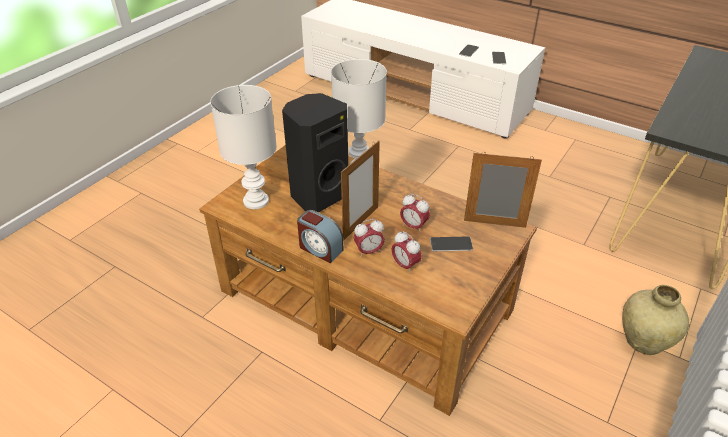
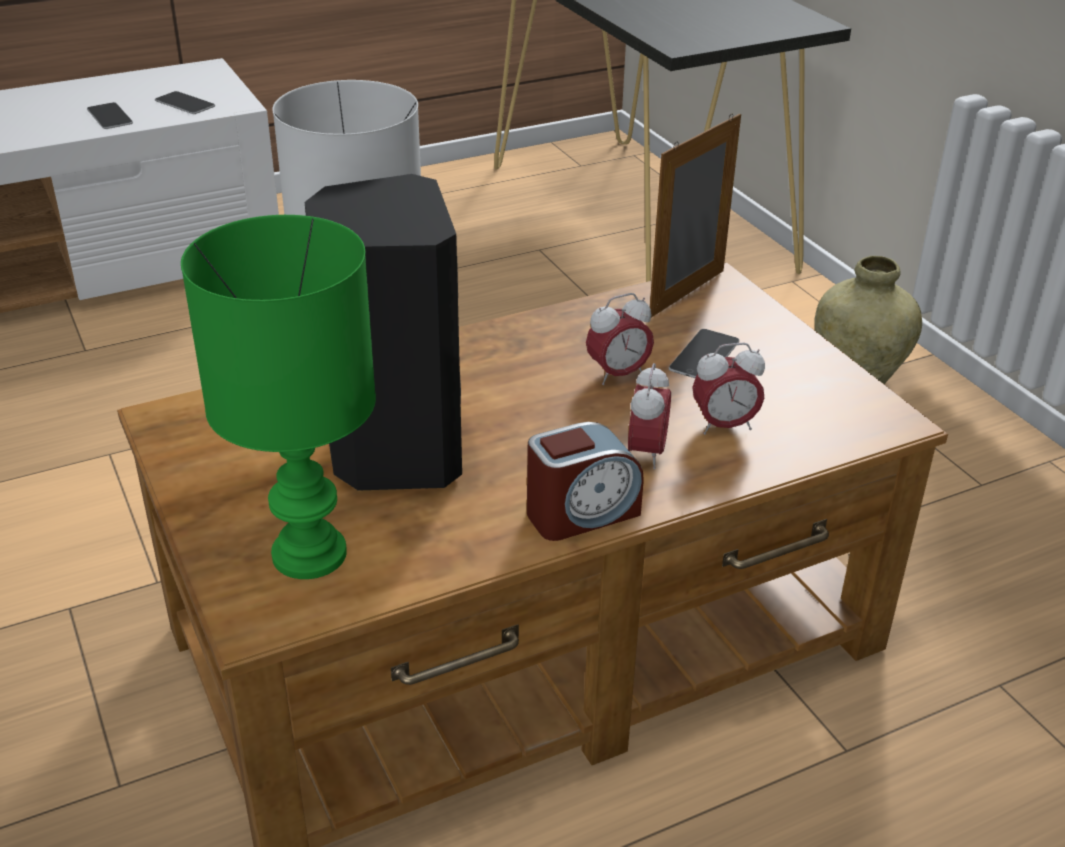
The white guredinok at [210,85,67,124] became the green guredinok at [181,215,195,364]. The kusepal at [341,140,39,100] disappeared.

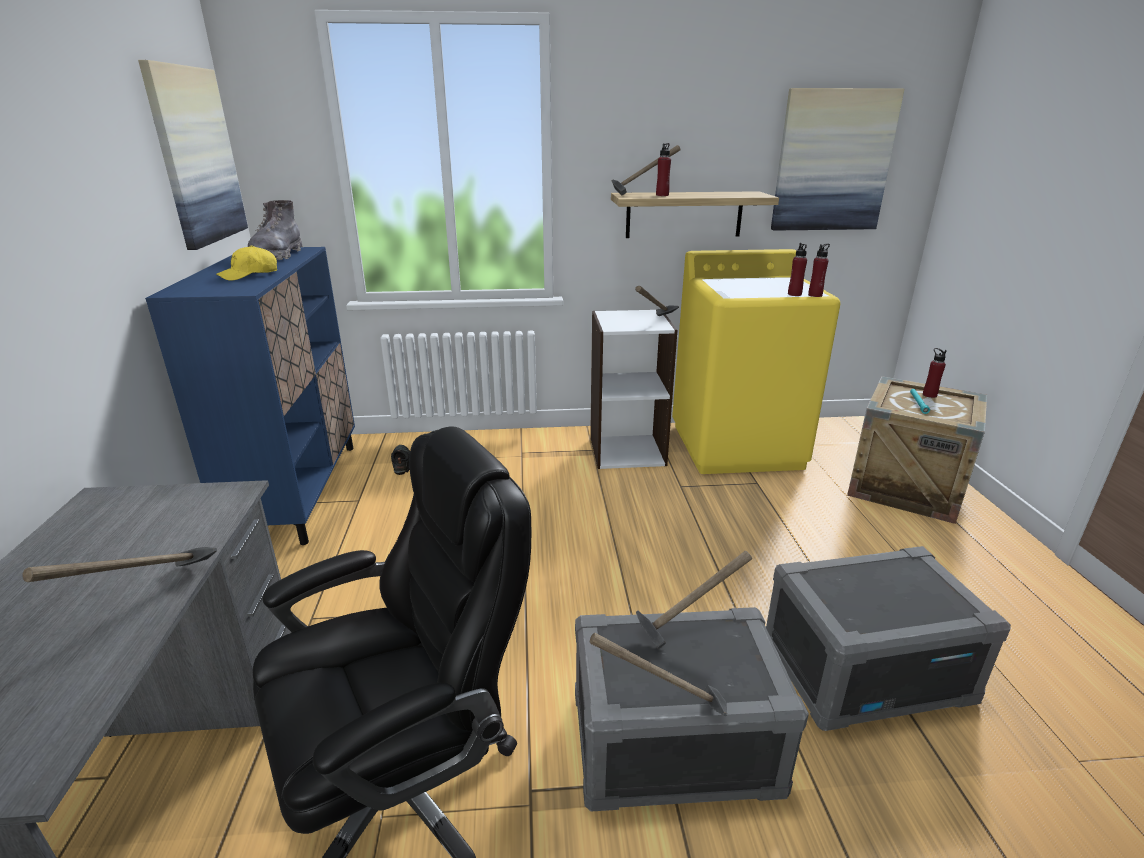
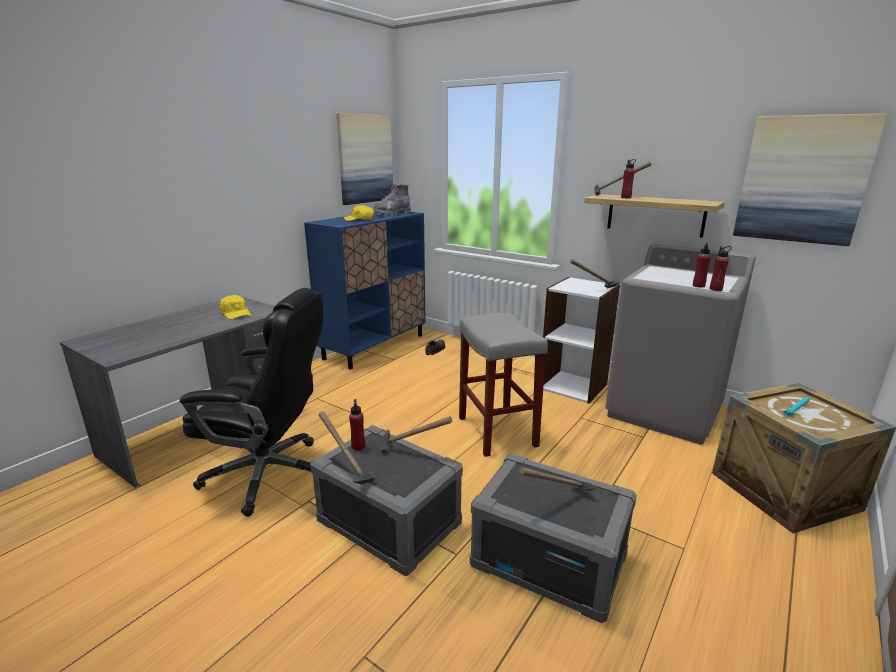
The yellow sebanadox at [672,249,169,225] became the grey sebanadox at [605,244,151,201]. The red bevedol moved from [923,348,24,50] to [349,399,16,52]. The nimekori moved from [22,547,195,35] to [519,467,78,24]. The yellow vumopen at [220,295,31,25] appeared. The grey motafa at [459,313,89,144] appeared.

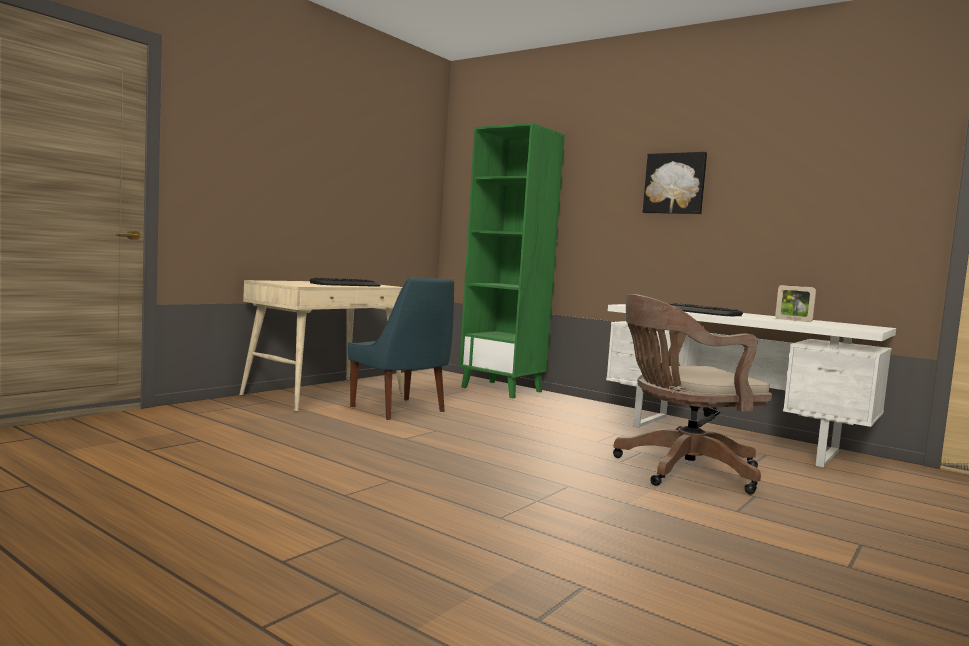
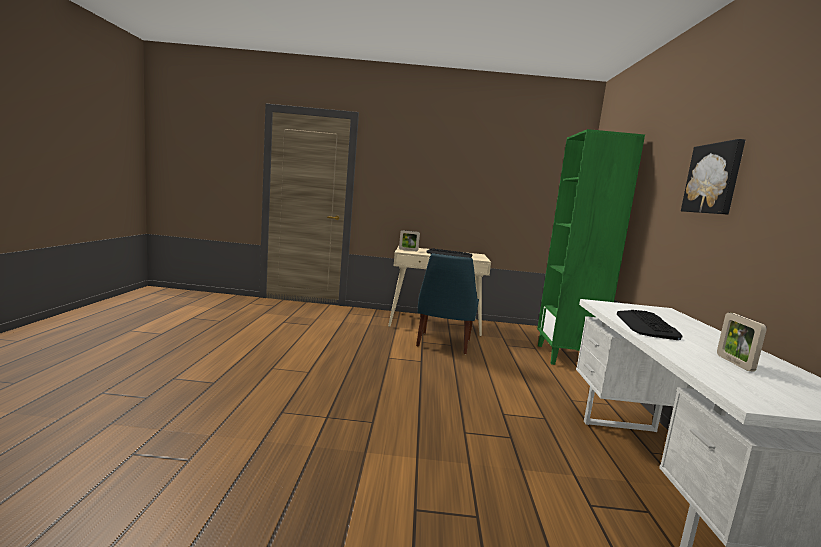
The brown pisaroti at [613,294,159,200] disappeared. The kusepal at [399,230,21,21] appeared.

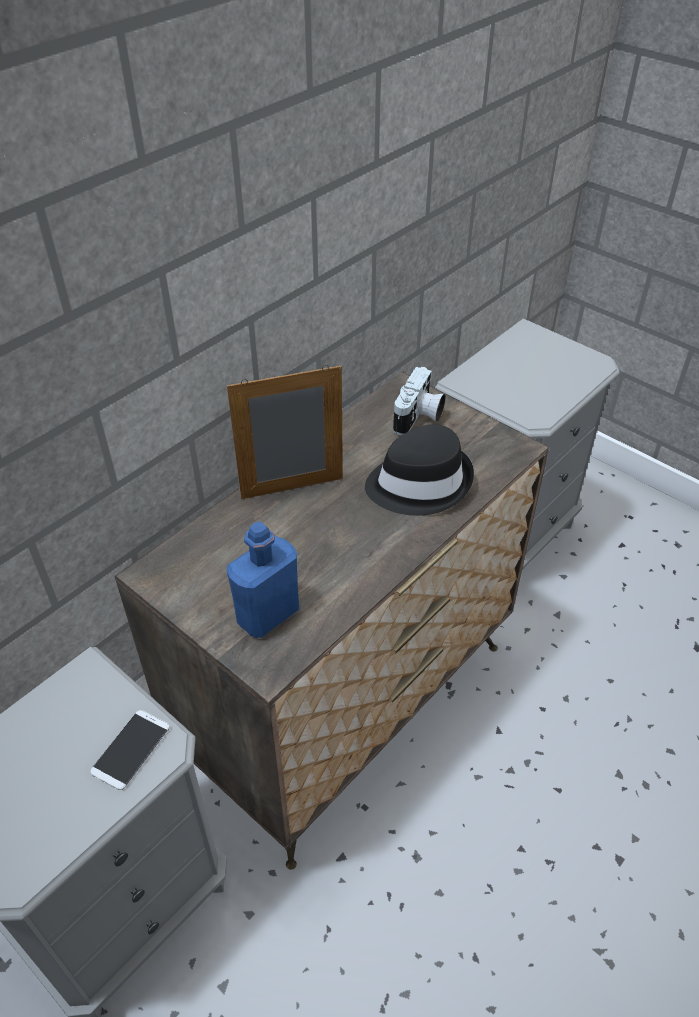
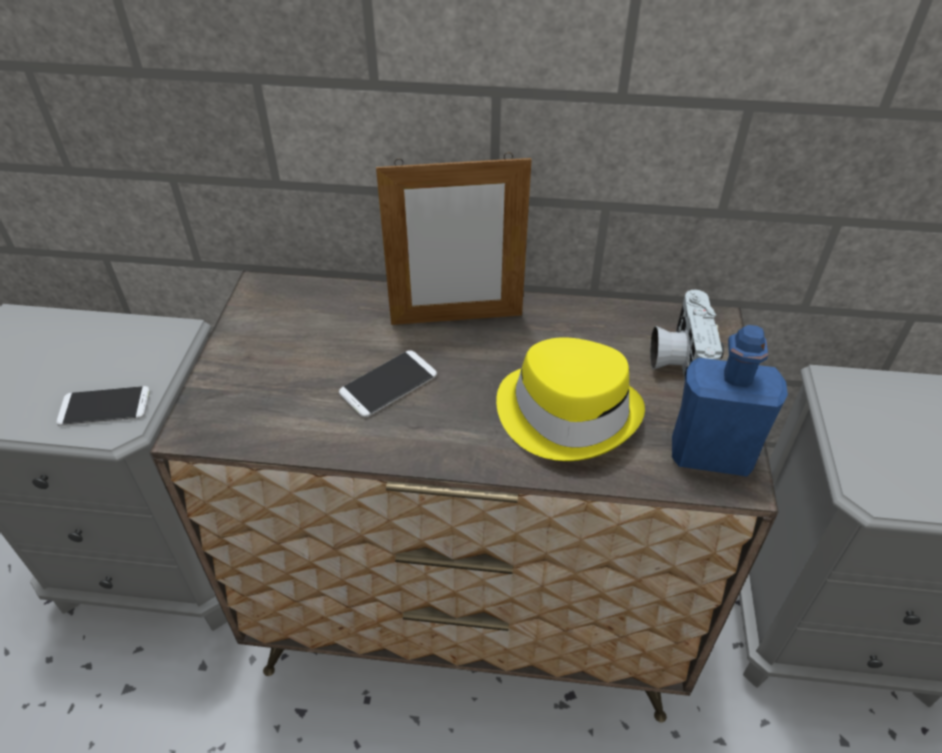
The kusepal at [227,365,116,134] turned 135 degrees clockwise. The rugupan at [393,367,53,68] turned 105 degrees clockwise. The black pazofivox at [365,424,109,92] became the yellow pazofivox at [496,337,149,124]. The blue bevedol moved from [227,521,72,117] to [672,325,116,152]. The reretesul at [339,350,98,67] appeared.

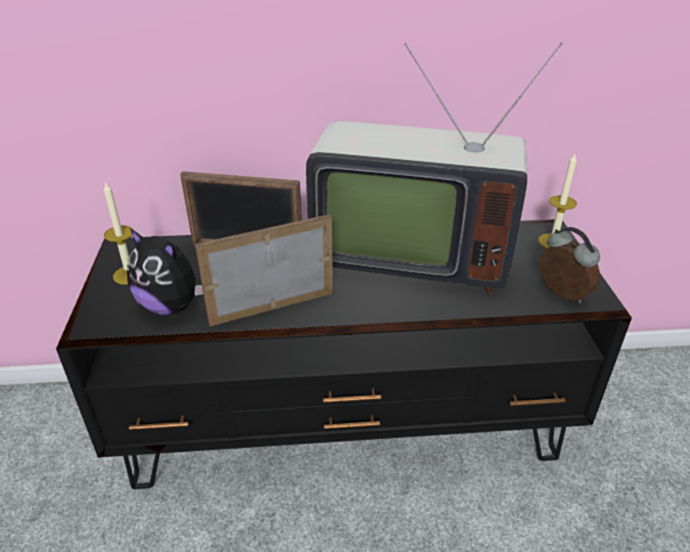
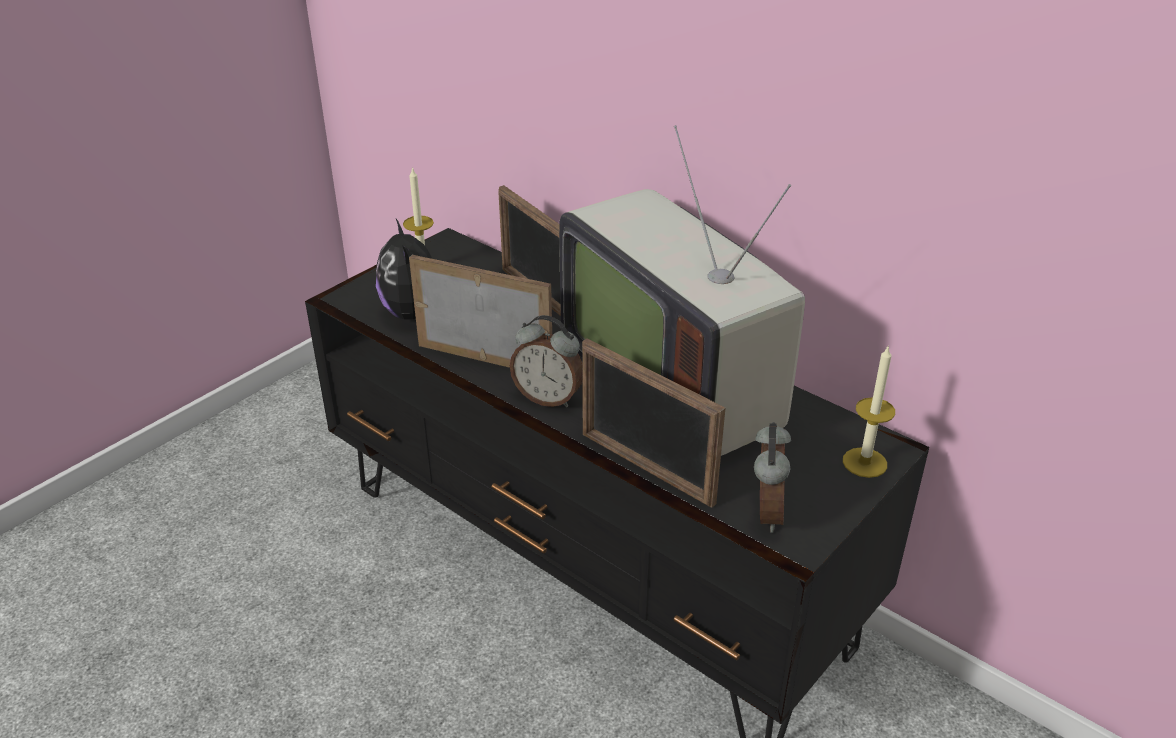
The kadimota at [510,315,72,92] appeared. The kusepal at [582,338,143,170] appeared.

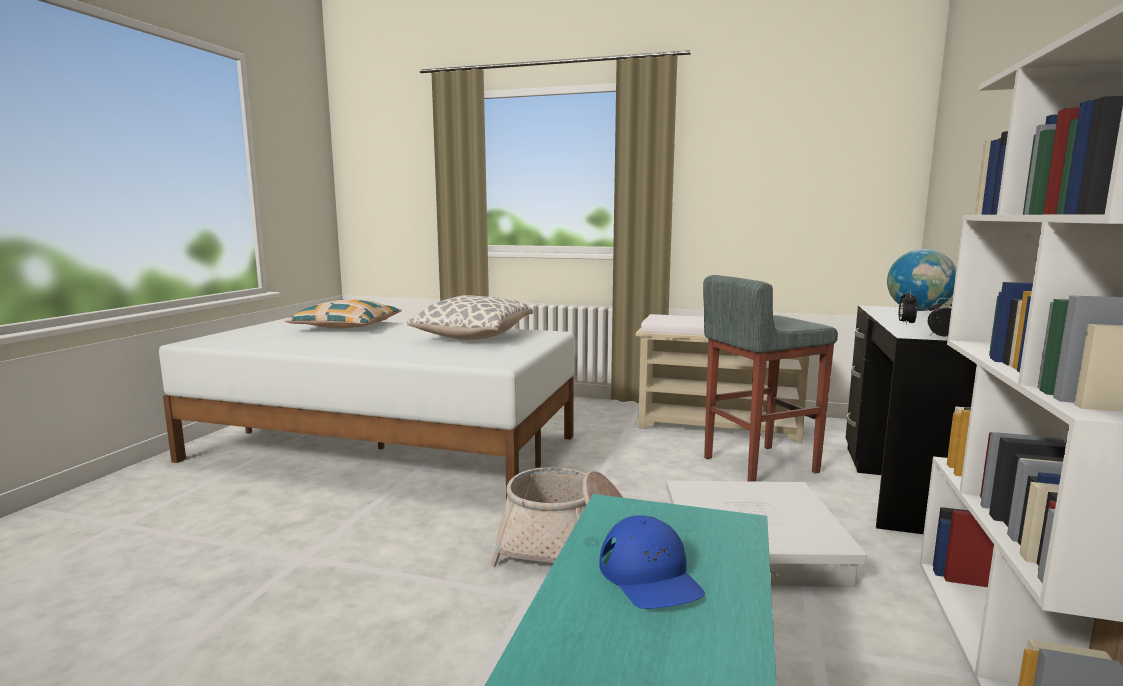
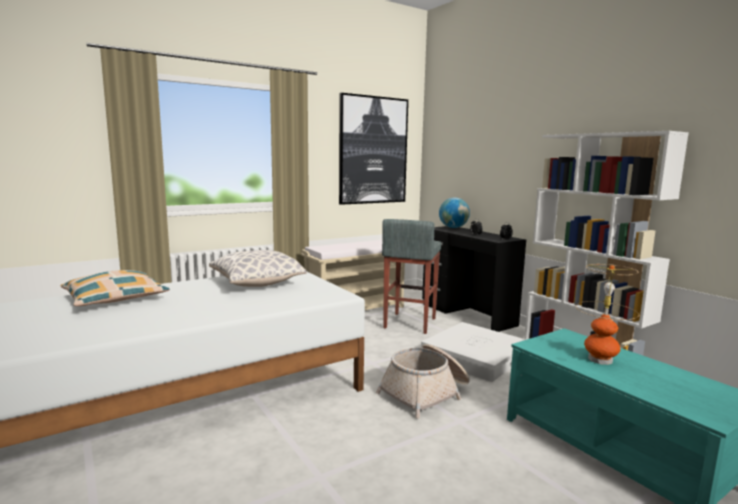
The blue vumopen at [599,515,106,94] was replaced by the guredinok at [576,264,63,101]. The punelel at [339,93,69,112] appeared.

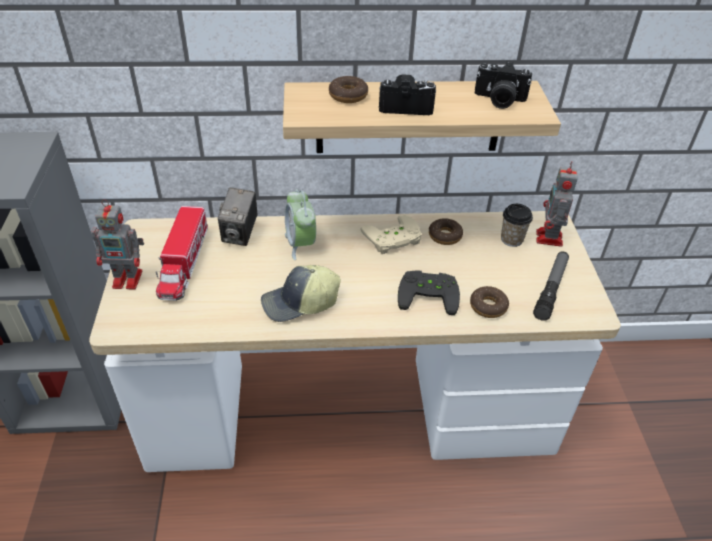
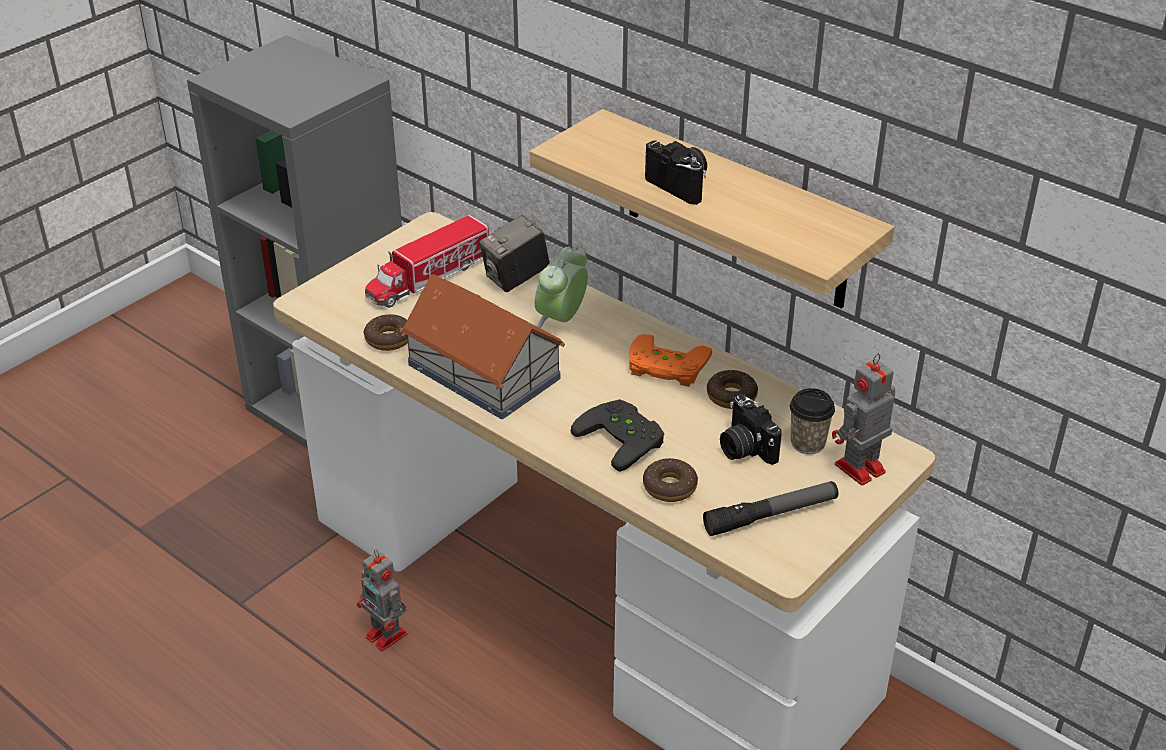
The rugupan moved from [475,61,57,48] to [720,394,62,71]. The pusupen moved from [329,76,39,27] to [364,314,44,37]. The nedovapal moved from [91,199,53,91] to [357,550,51,101]. The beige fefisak at [360,215,61,39] became the orange fefisak at [629,334,83,53]. The vumopen at [261,265,80,57] was replaced by the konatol at [400,274,165,145].

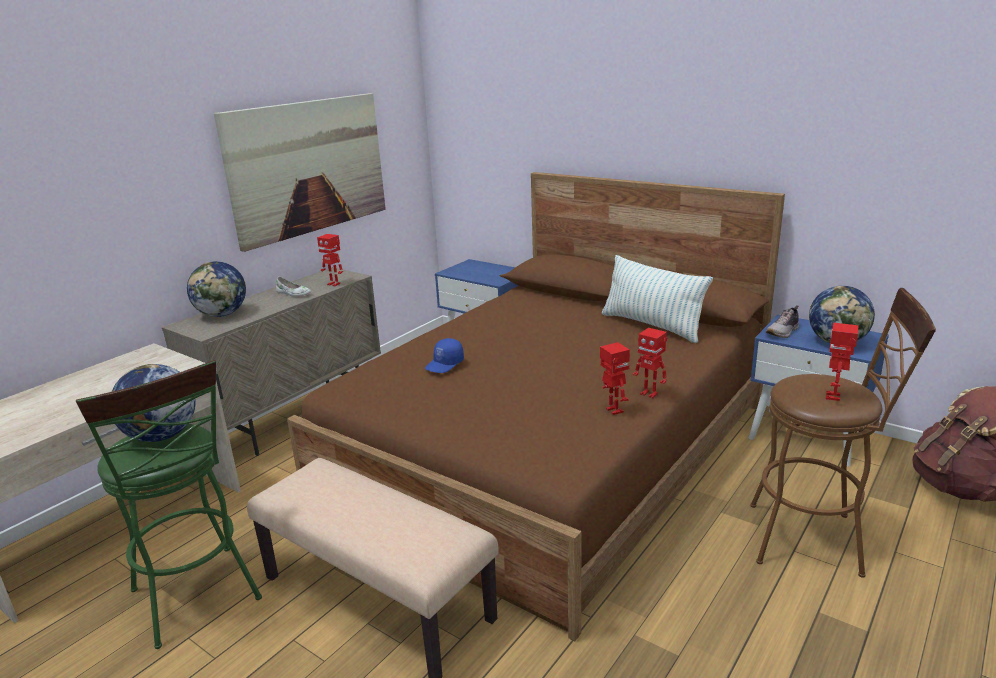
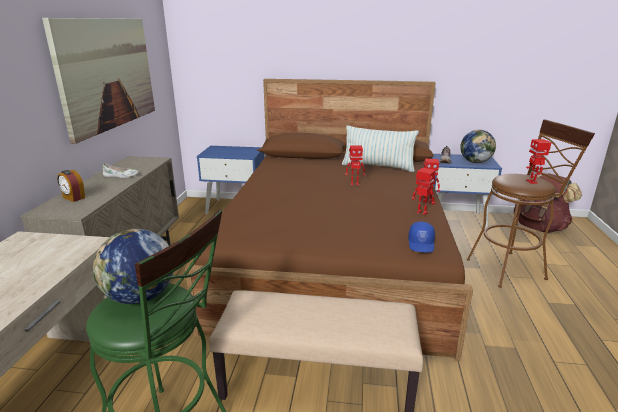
The nedovapal moved from [317,234,26,52] to [345,146,21,40]. The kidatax at [187,261,59,56] was replaced by the kadimota at [57,170,28,32]. The blue vumopen moved from [425,338,39,35] to [408,221,27,31].

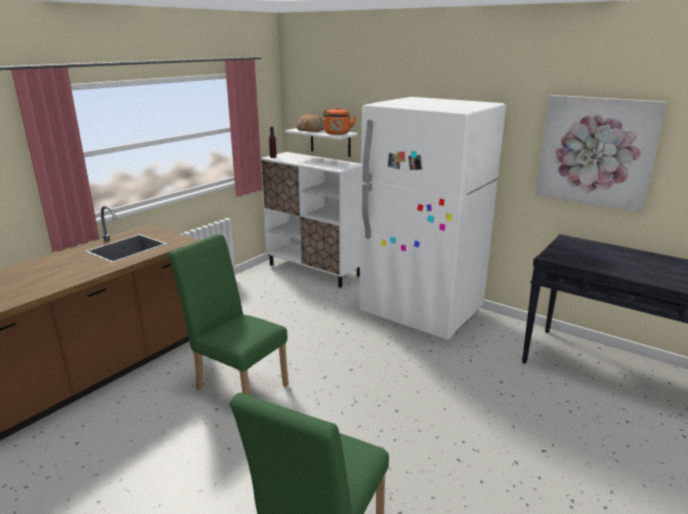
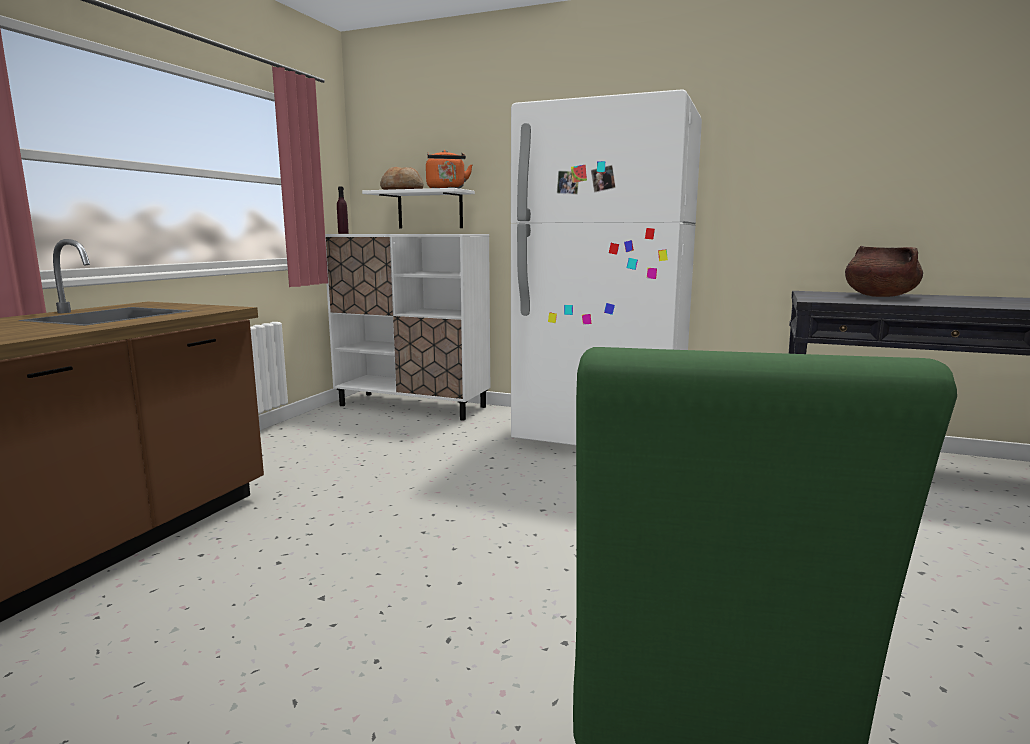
The punelel at [535,95,133,118] disappeared. The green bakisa at [169,234,120,161] disappeared. The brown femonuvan at [845,246,78,51] appeared.

